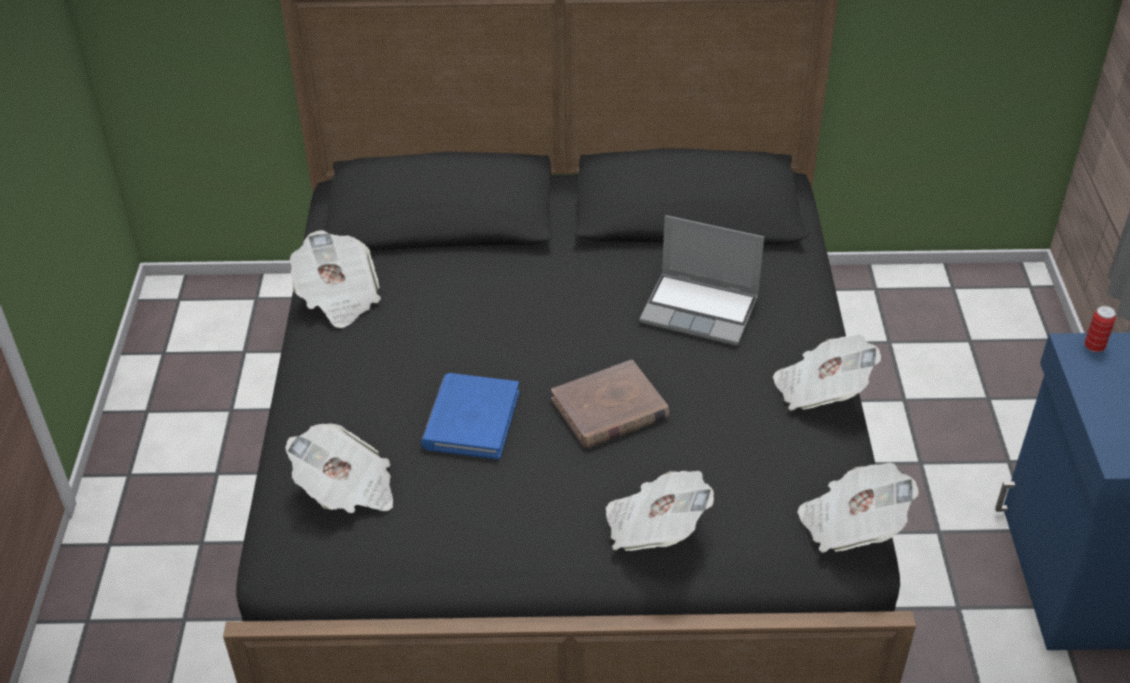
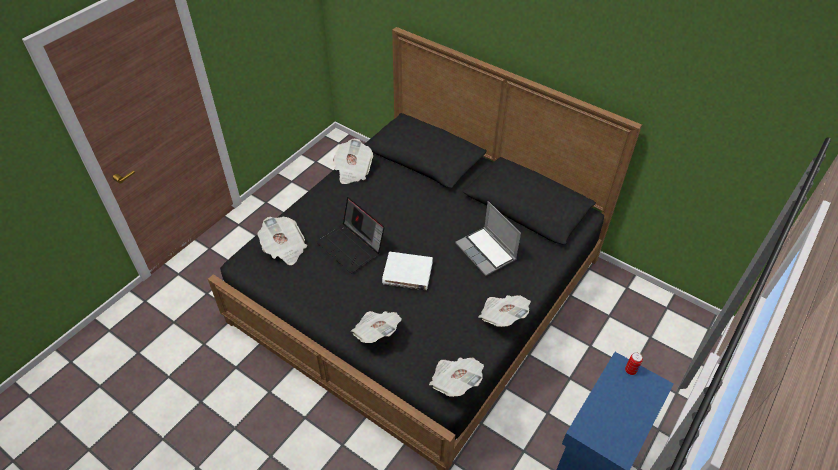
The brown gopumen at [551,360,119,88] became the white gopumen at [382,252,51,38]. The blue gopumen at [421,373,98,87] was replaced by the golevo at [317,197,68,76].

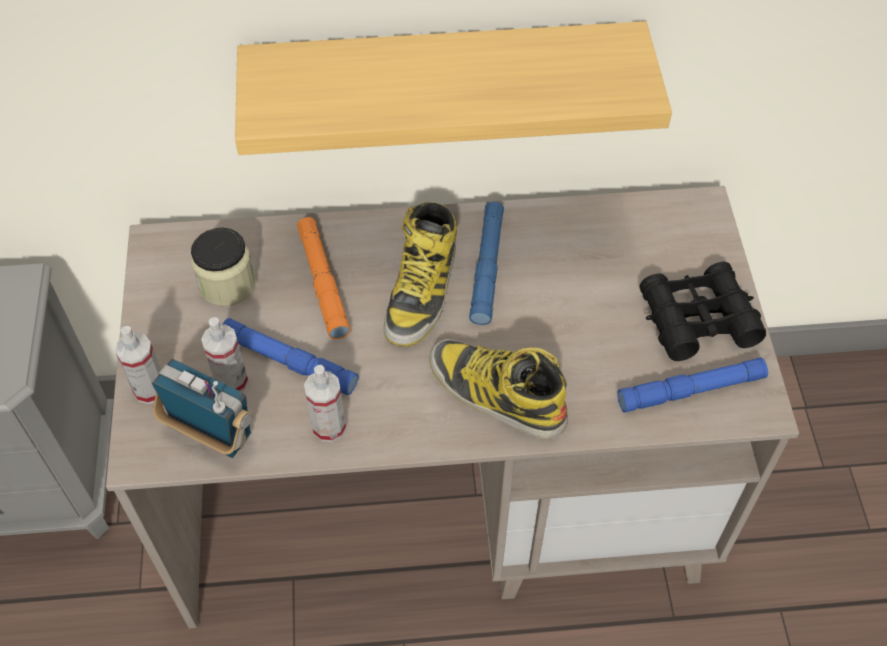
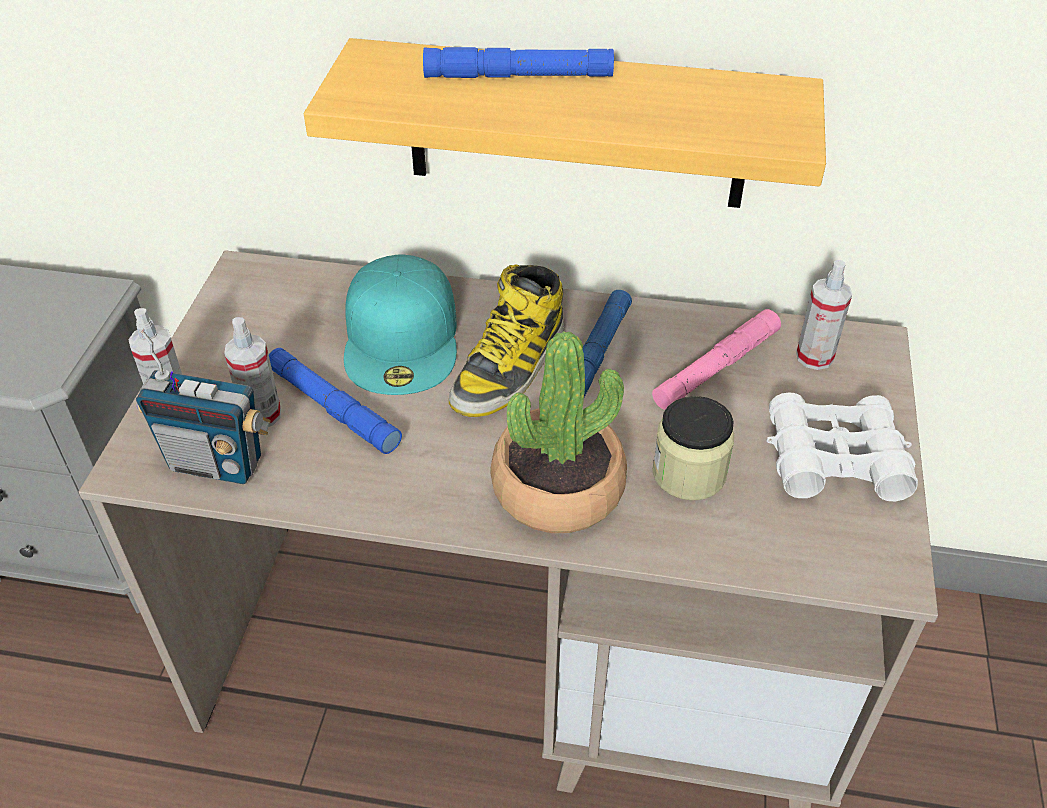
The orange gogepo at [297,217,53,122] was replaced by the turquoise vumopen at [344,254,113,141]. The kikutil moved from [191,228,64,78] to [652,396,82,105]. The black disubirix at [639,261,127,100] became the white disubirix at [766,393,152,108]. The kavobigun at [429,339,139,100] was replaced by the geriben at [490,331,137,202]. The blue gogepo moved from [617,357,151,56] to [423,47,191,31]. The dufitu at [152,359,99,99] turned 150 degrees clockwise. The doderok moved from [304,365,42,77] to [796,260,56,110]. The pink gogepo at [652,309,129,101] appeared.

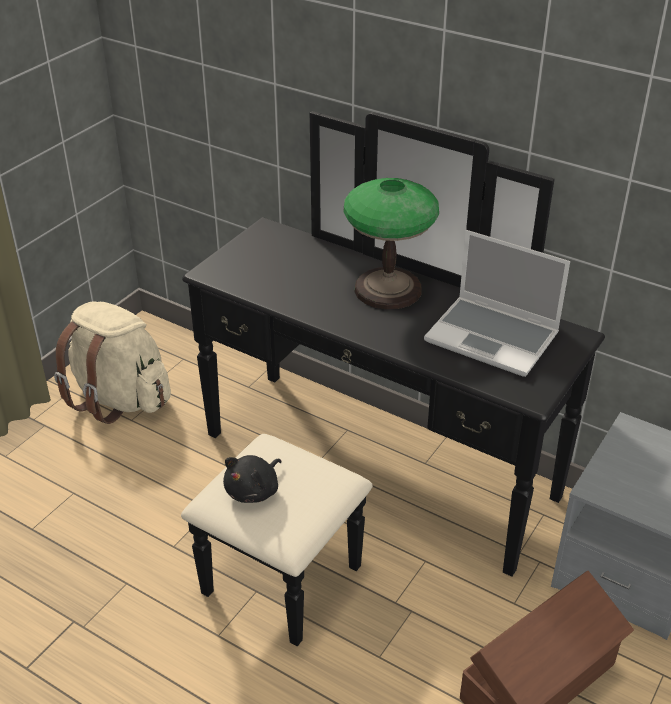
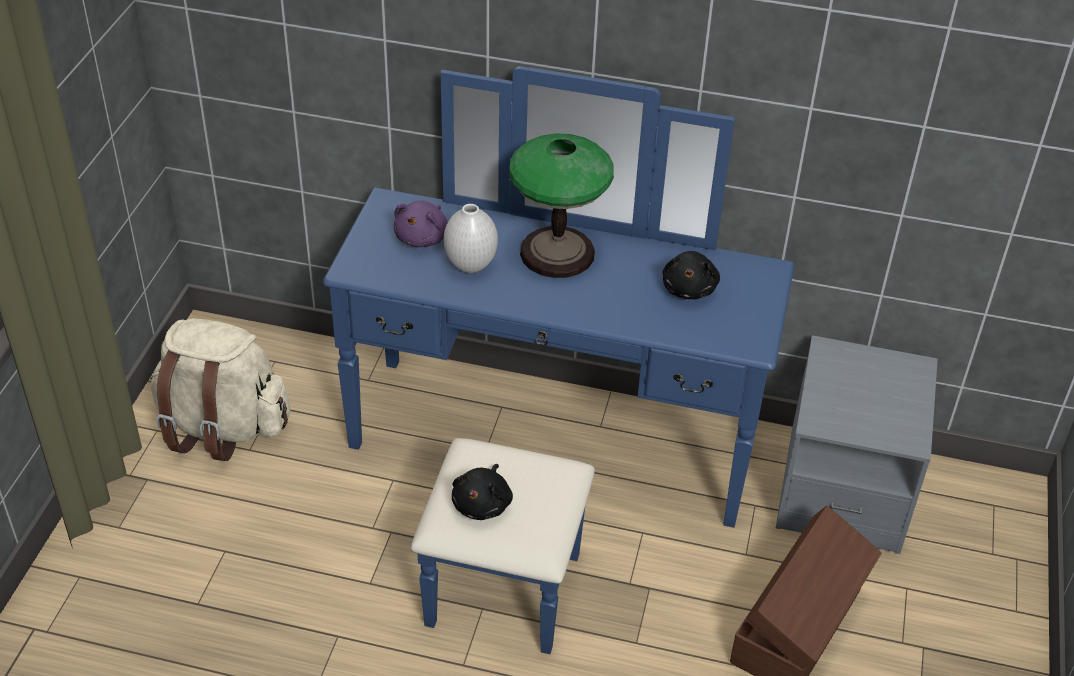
The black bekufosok at [181,111,424,535] became the blue bekufosok at [323,66,472,588]. The golevo at [424,230,146,147] was replaced by the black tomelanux at [663,251,57,48]. The purple tomelanux at [394,201,54,46] appeared. The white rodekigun at [444,204,54,69] appeared.

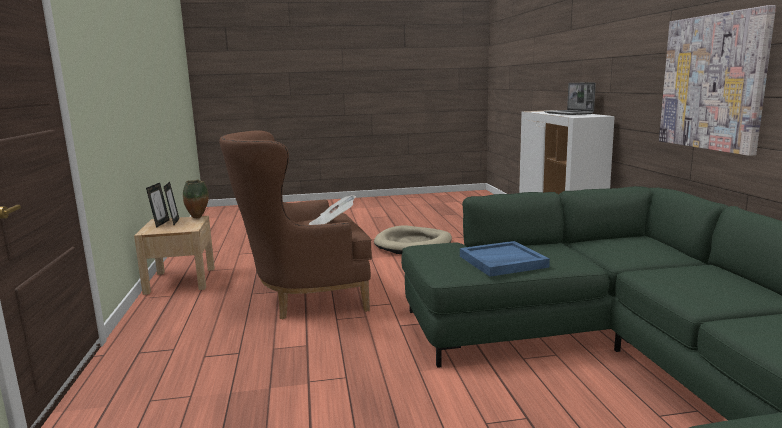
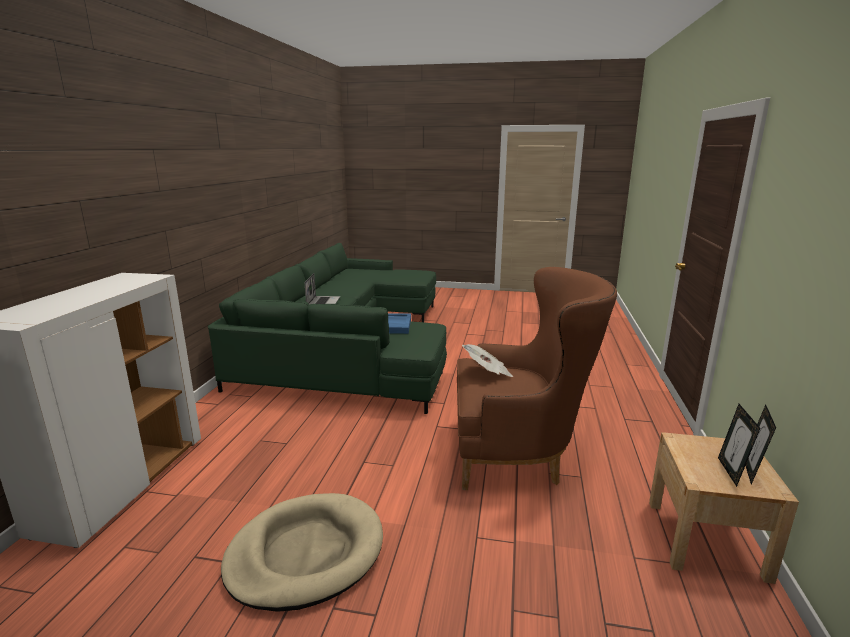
The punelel at [659,5,117,151] disappeared. The golevo moved from [544,83,52,32] to [305,273,35,32]. The rodekigun at [183,180,26,38] disappeared.

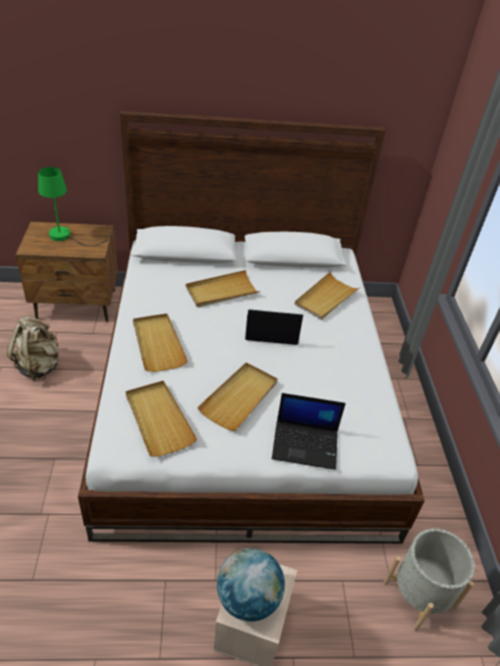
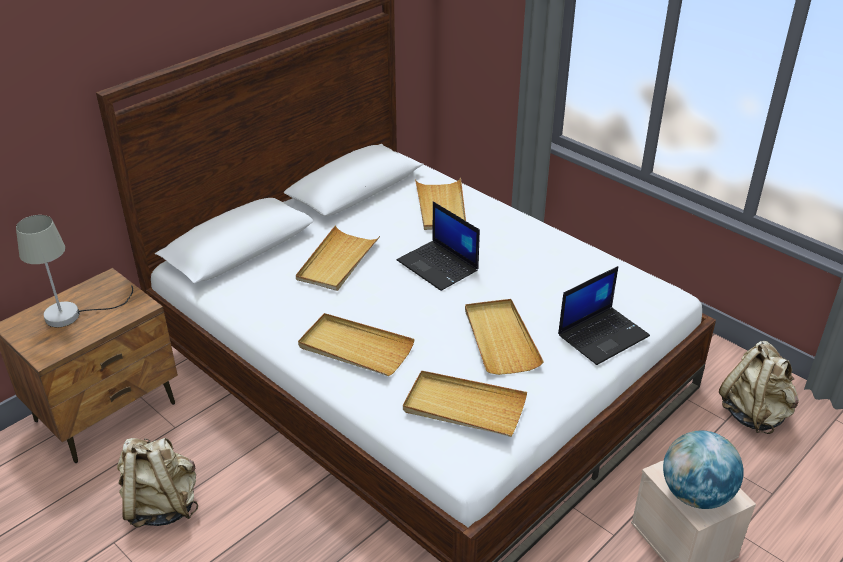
The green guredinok at [38,167,69,79] became the grey guredinok at [16,215,117,112]. The golevo at [245,309,58,36] turned 90 degrees counterclockwise. The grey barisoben at [383,528,92,103] was replaced by the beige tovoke at [719,341,80,93].

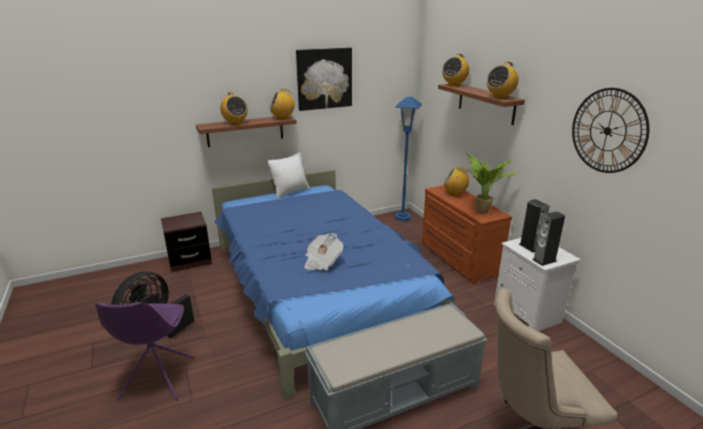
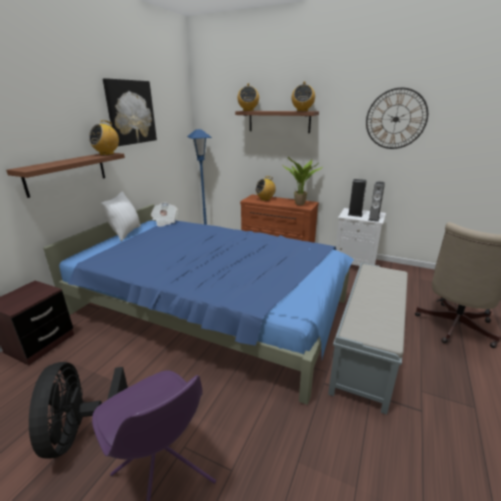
The dufitu at [220,92,28,33] disappeared. The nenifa moved from [304,233,39,37] to [151,202,27,25].

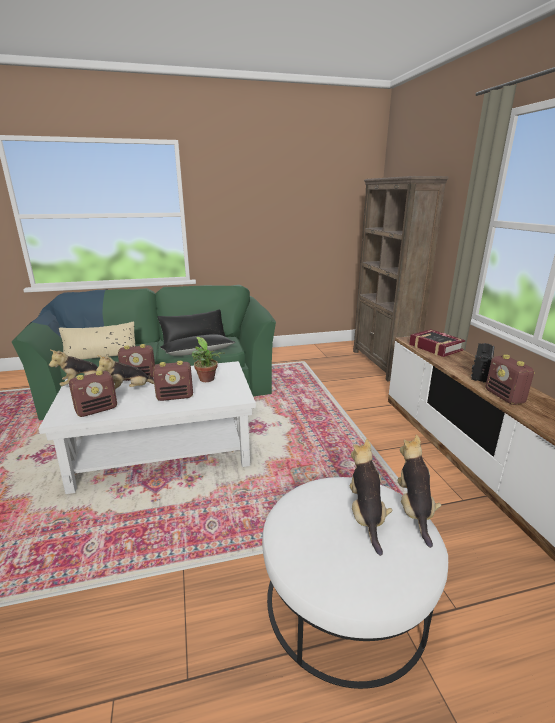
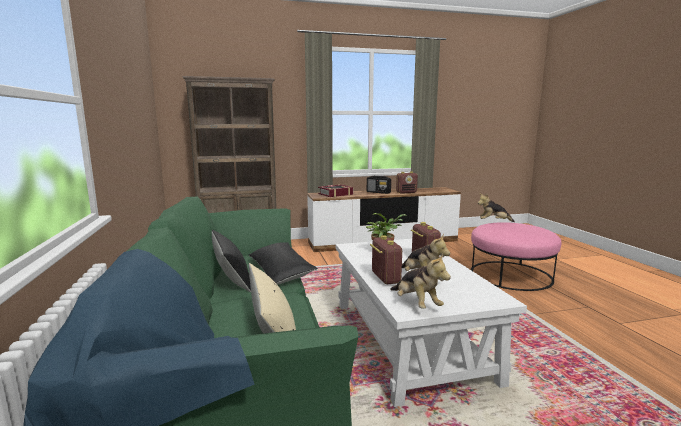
The dufitu at [69,371,48,46] disappeared. The tomelanux at [350,439,42,117] disappeared. The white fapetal at [262,477,186,212] became the pink fapetal at [471,222,90,69].

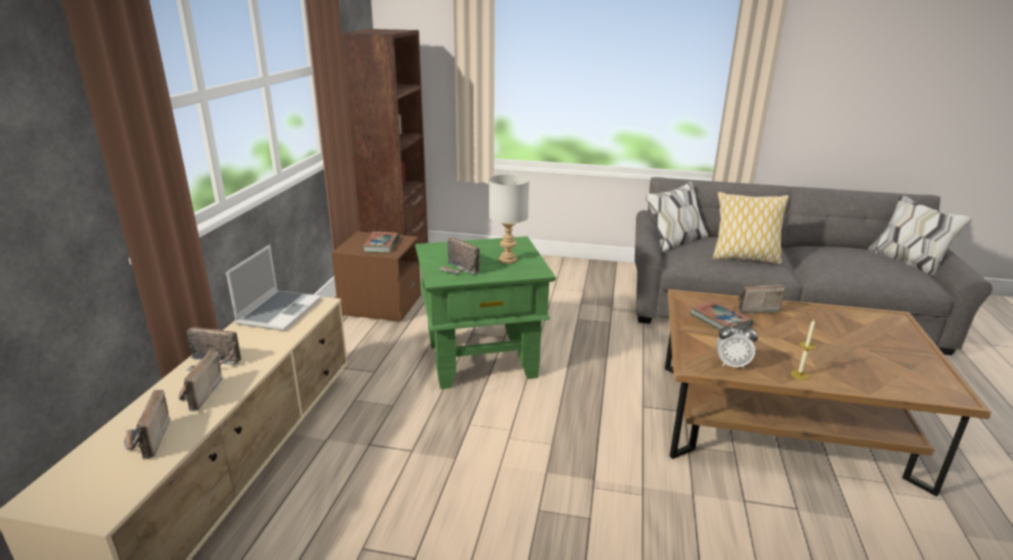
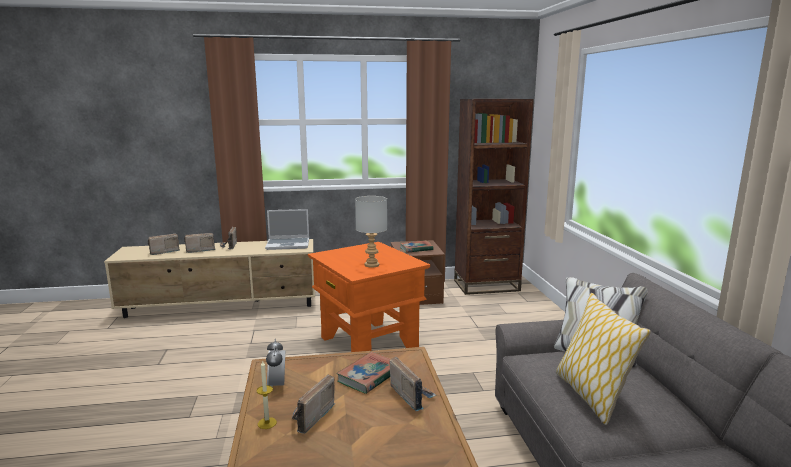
The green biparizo at [415,236,141,153] became the orange biparizo at [308,242,122,110]. The dufitu moved from [439,237,41,38] to [292,375,43,59].

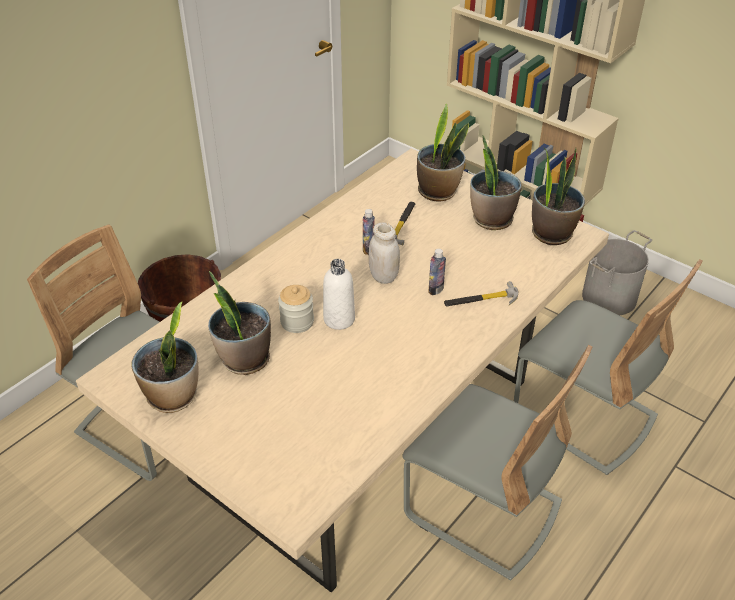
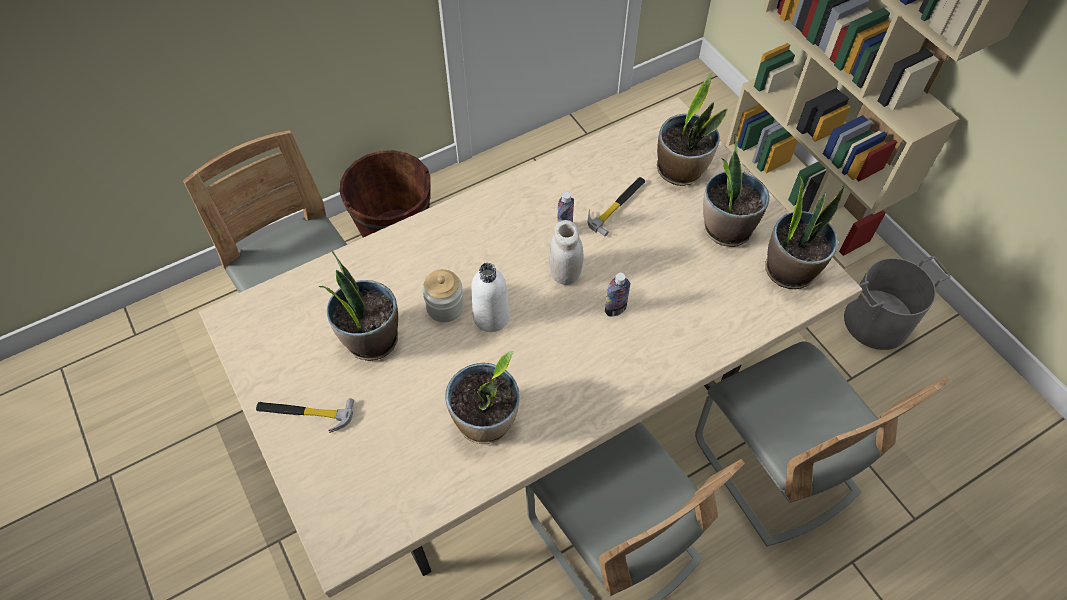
The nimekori moved from [444,281,74,26] to [256,398,99,35]. The geriben moved from [131,302,68,111] to [445,351,74,93].

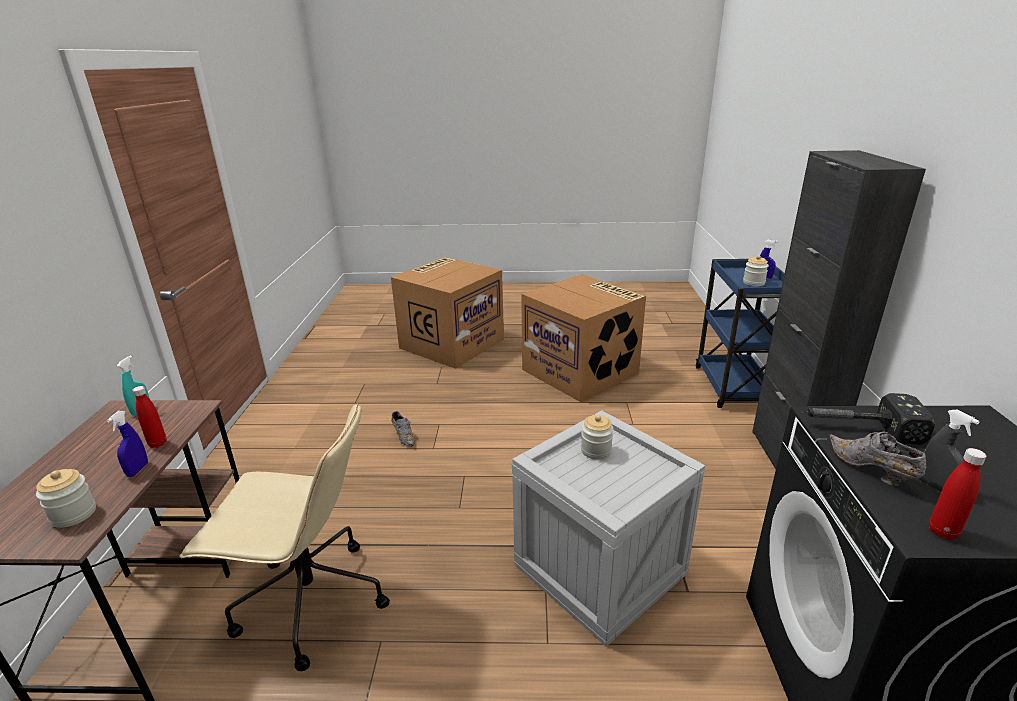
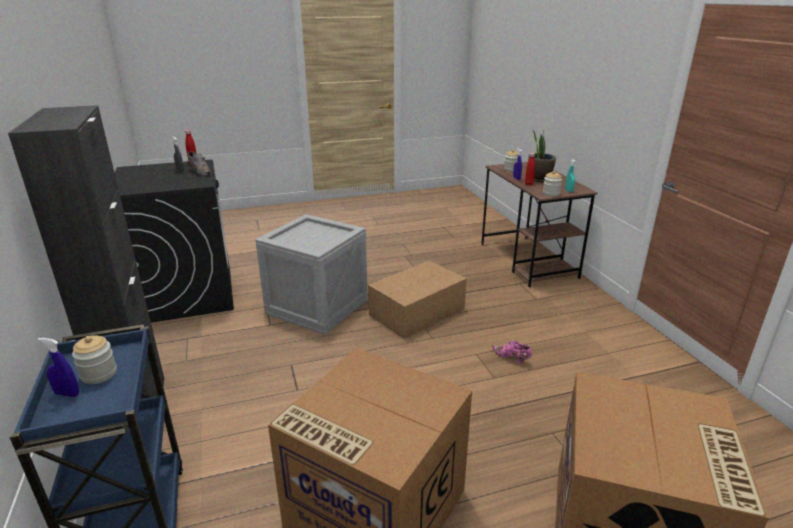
The nimekori at [801,393,134,52] disappeared. The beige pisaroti at [179,403,211,268] disappeared. The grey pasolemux at [392,411,23,36] became the pink pasolemux at [492,341,40,22]. The kikutil moved from [581,415,32,45] to [543,171,19,25]. The geriben at [528,130,28,52] appeared. The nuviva at [368,260,99,79] appeared.

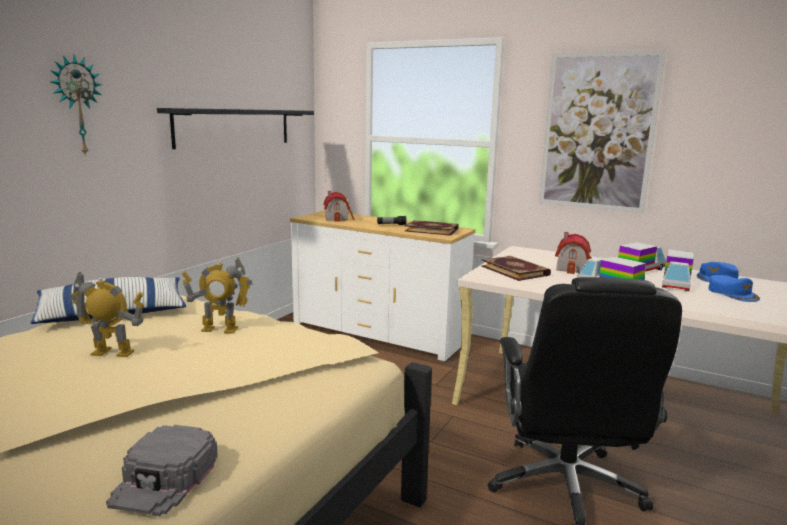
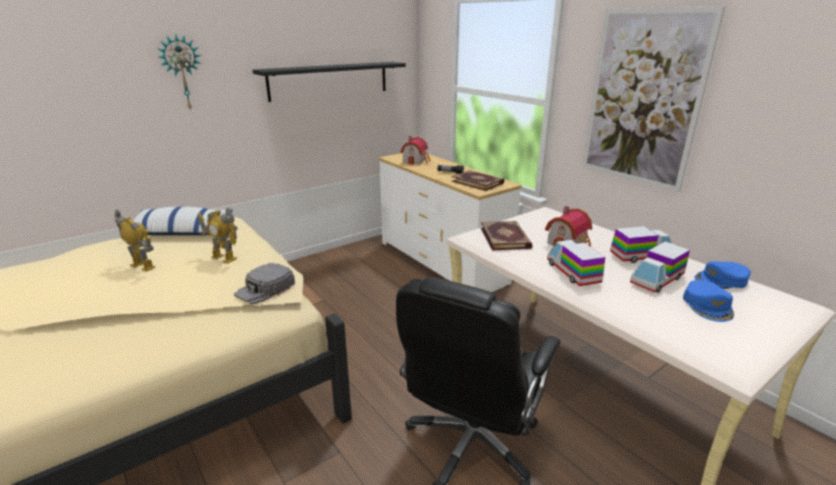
The grey vumopen moved from [106,425,112,91] to [234,263,61,41].

